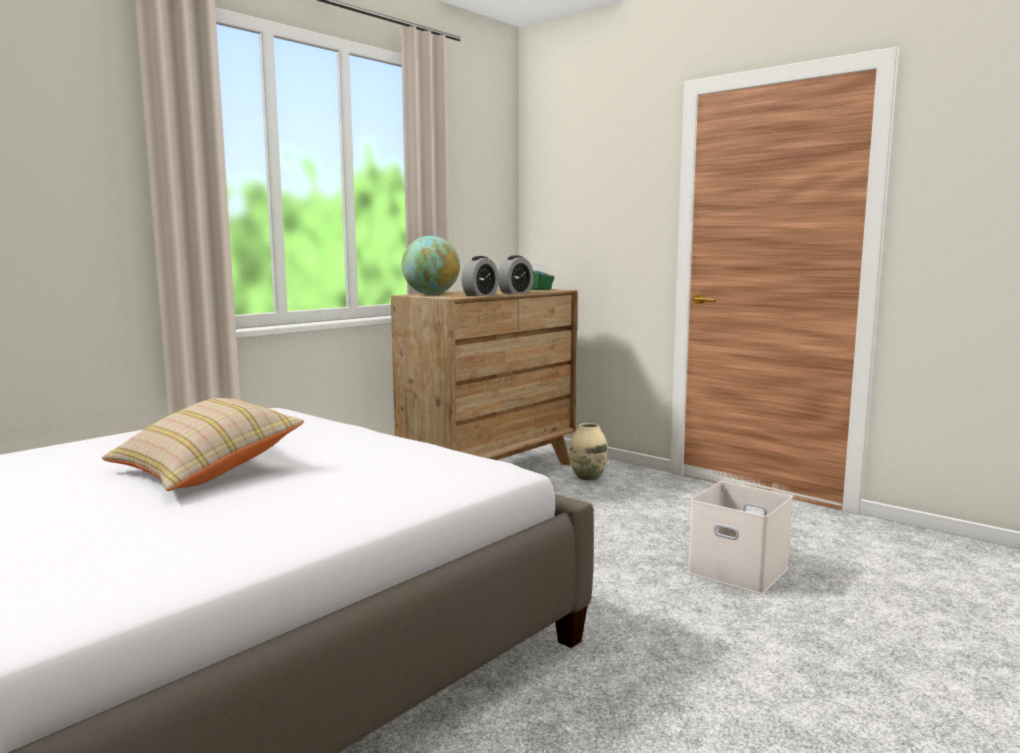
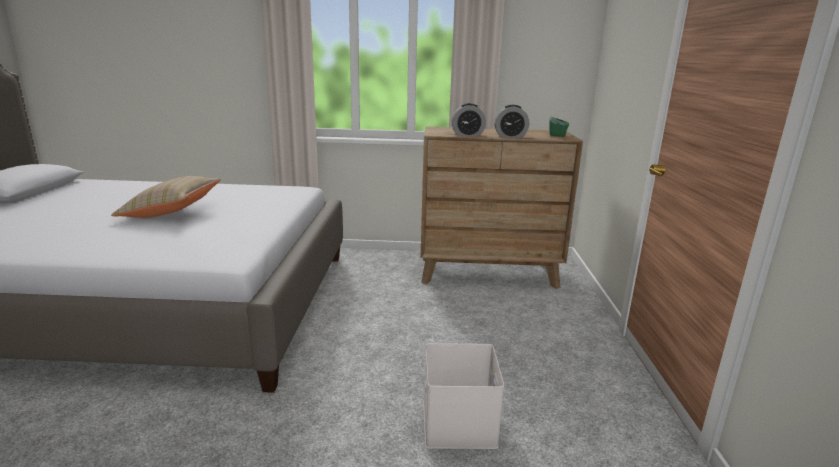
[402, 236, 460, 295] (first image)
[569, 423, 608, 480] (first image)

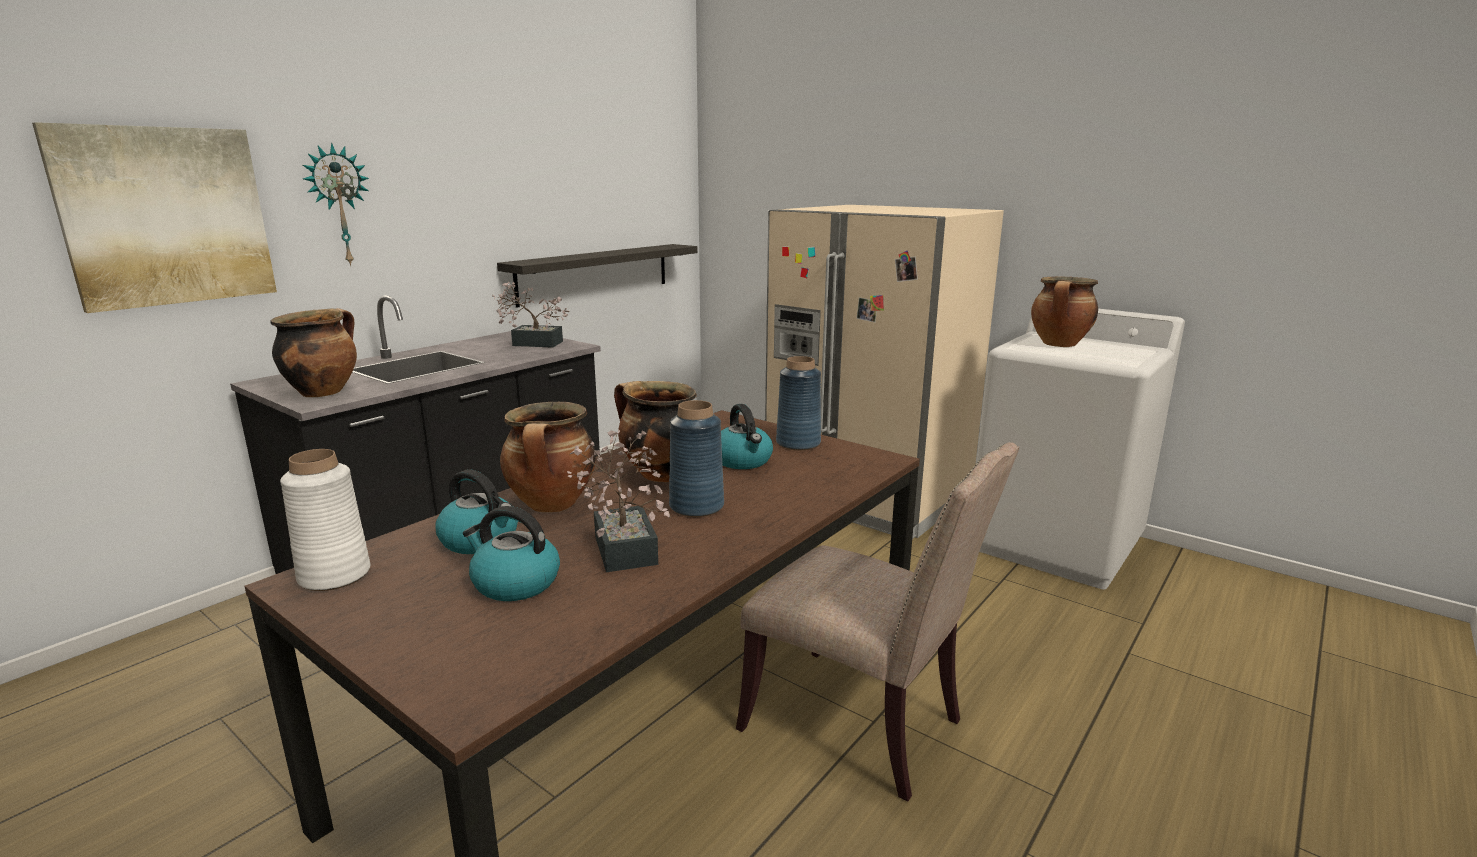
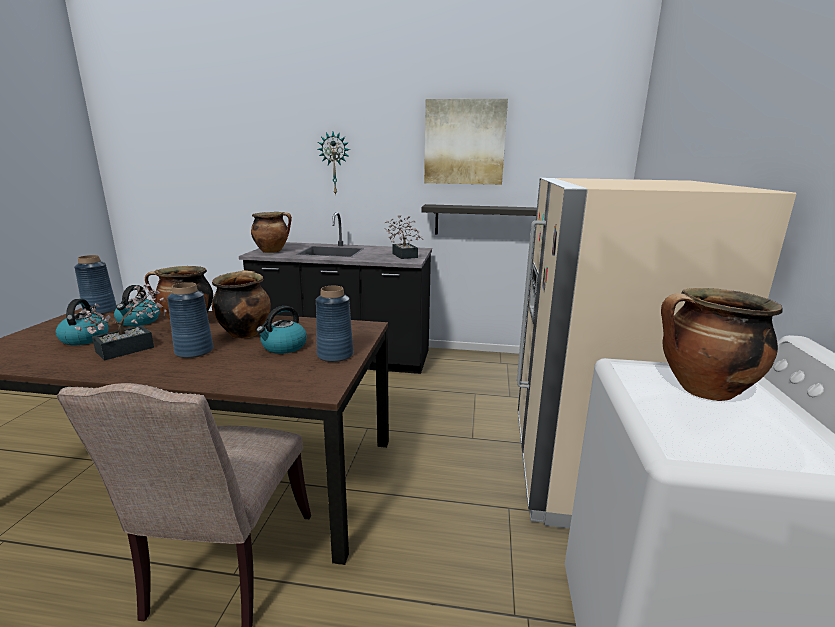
[424, 99, 508, 185]
[74, 255, 117, 315]

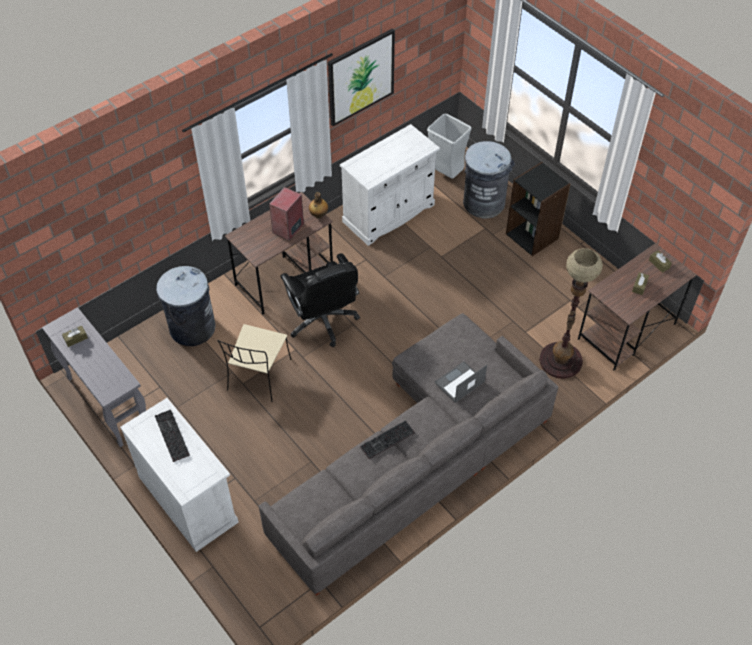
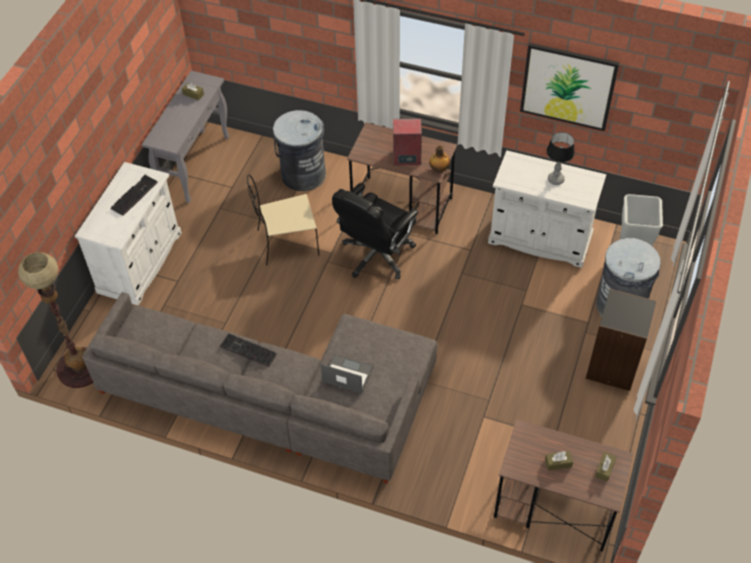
[18, 252, 93, 388]
[547, 132, 575, 185]

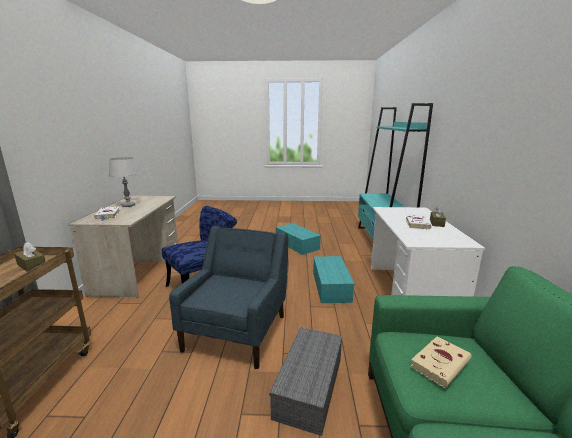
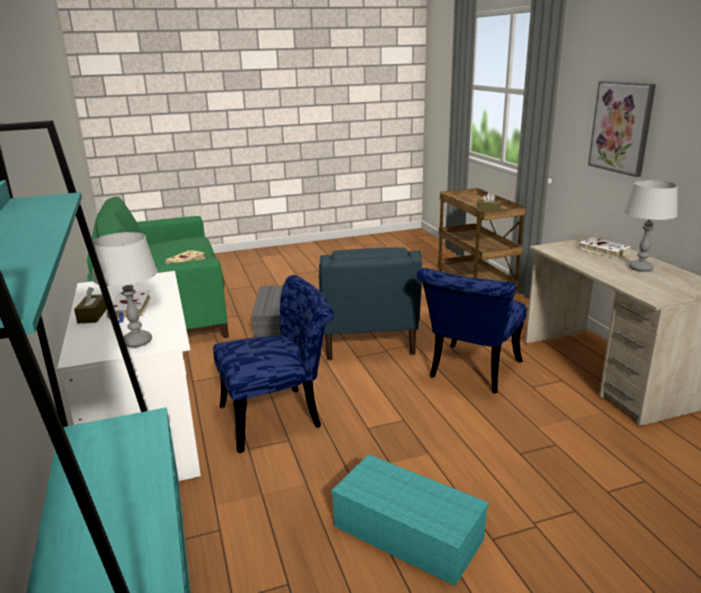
[213, 275, 334, 453]
[93, 232, 158, 347]
[588, 81, 656, 177]

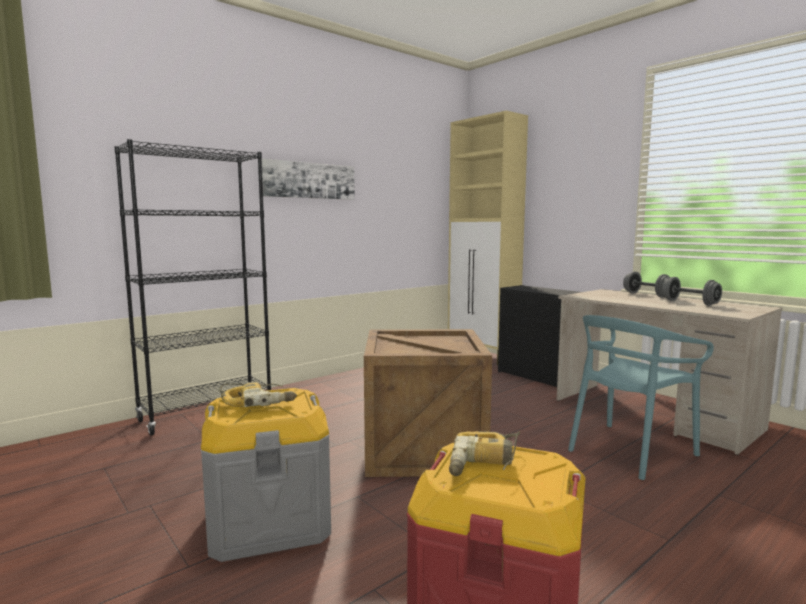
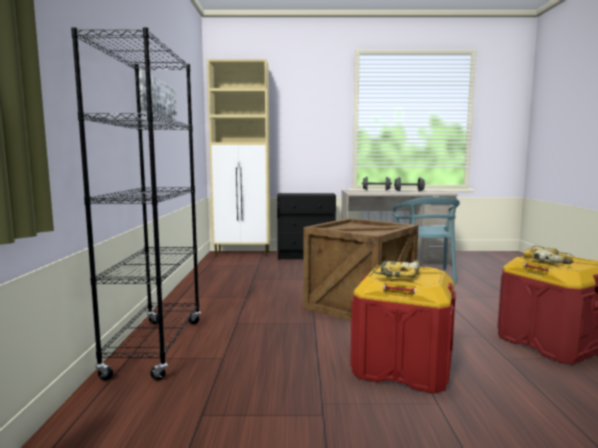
[350, 265, 456, 393]

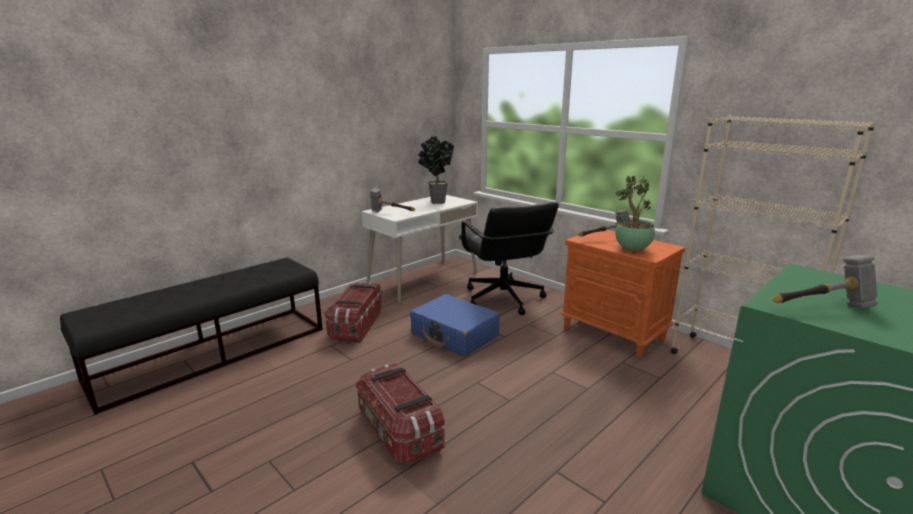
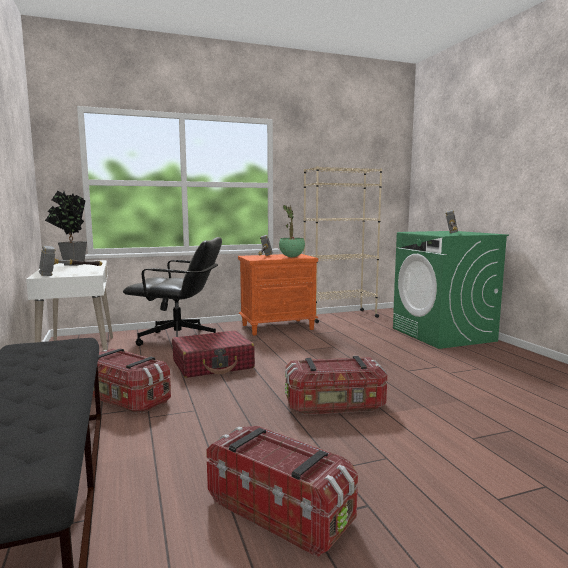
[172, 331, 255, 378]
[206, 426, 358, 558]

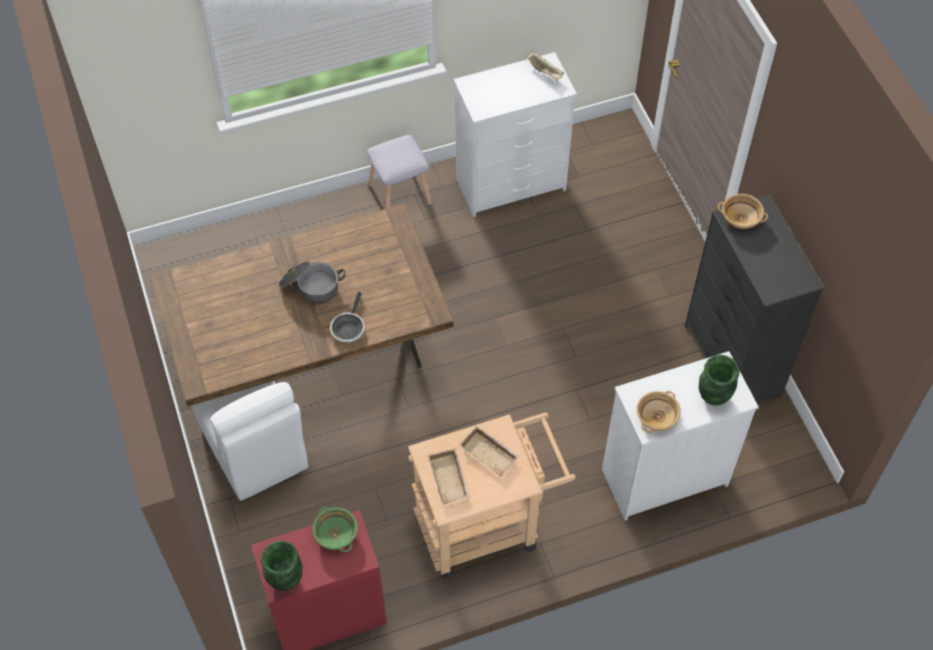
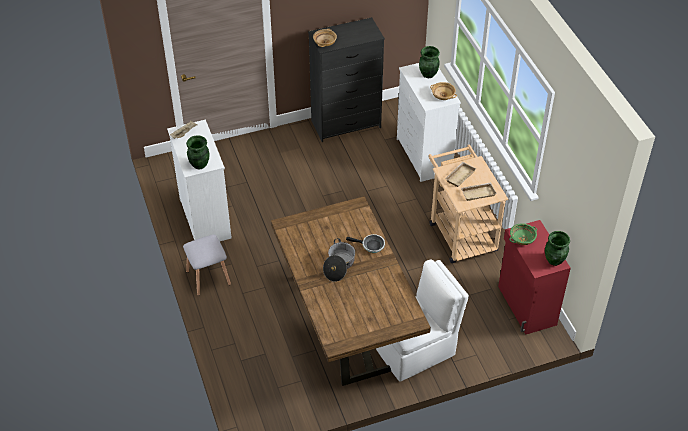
[186, 135, 209, 170]

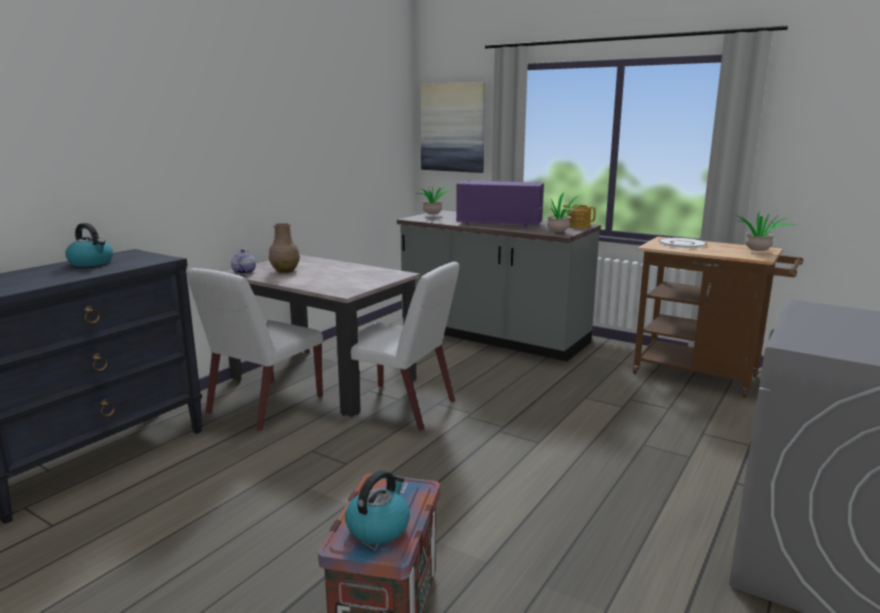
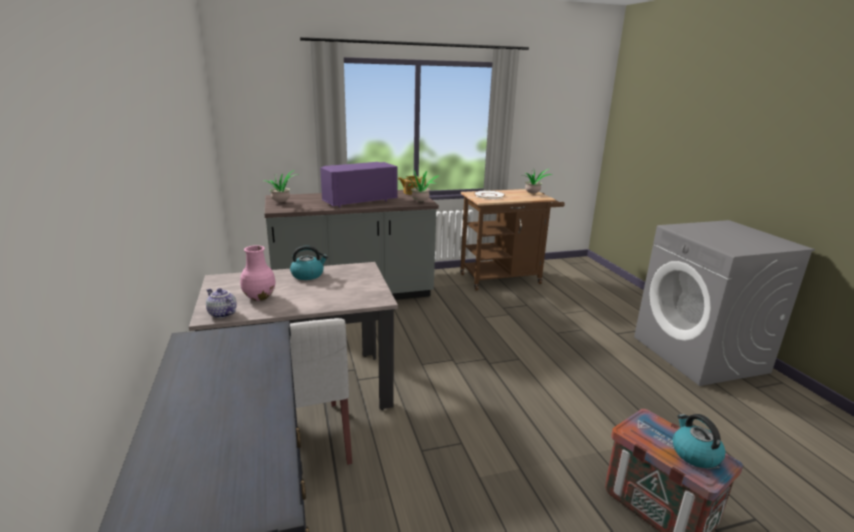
[290, 246, 328, 280]
[240, 245, 276, 301]
[335, 262, 459, 431] (first image)
[420, 82, 485, 173] (first image)

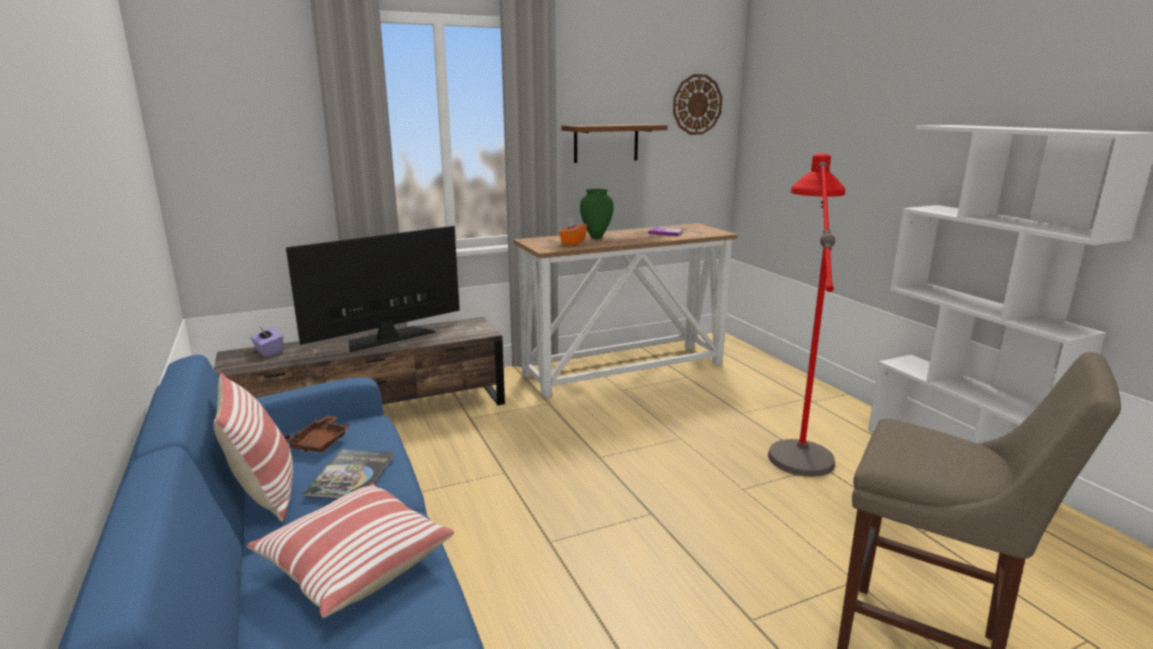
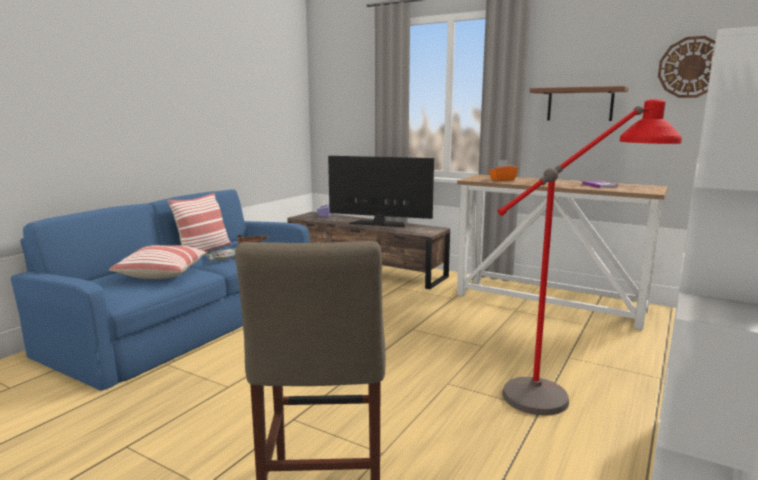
[580, 189, 614, 239] (first image)

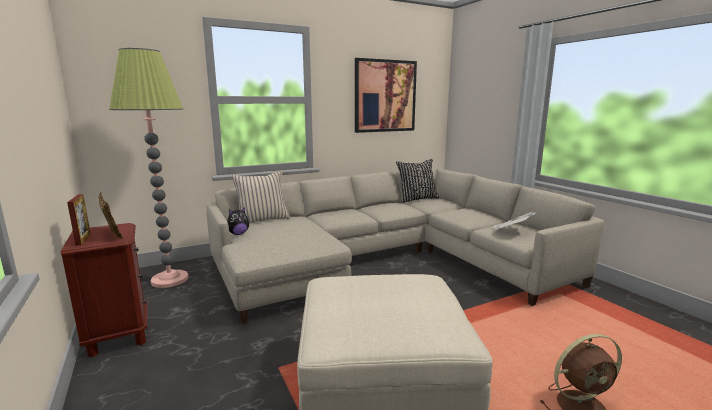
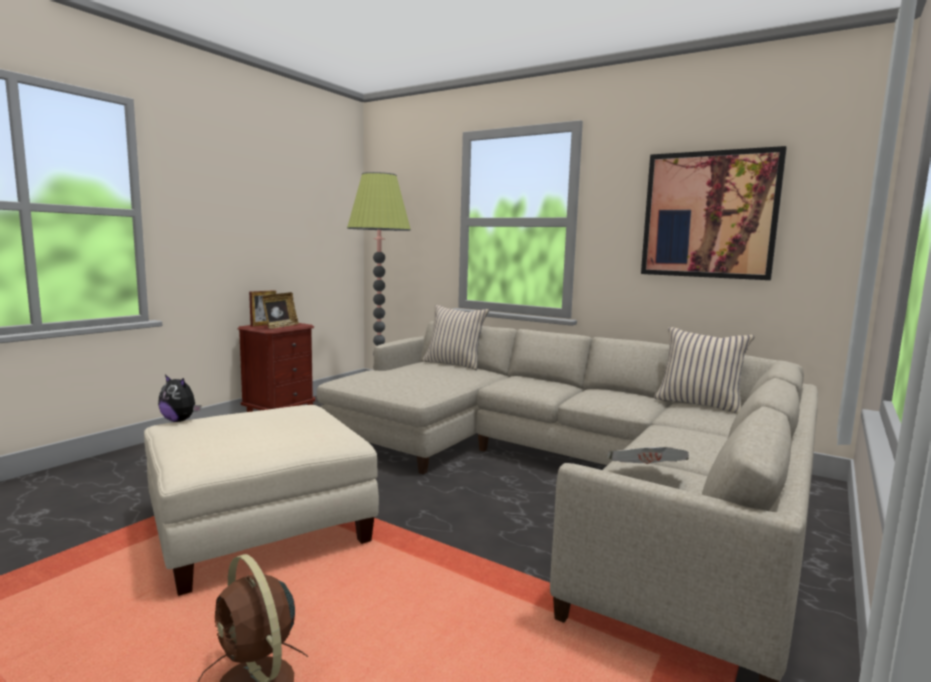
[158, 375, 201, 422]
[654, 327, 755, 414]

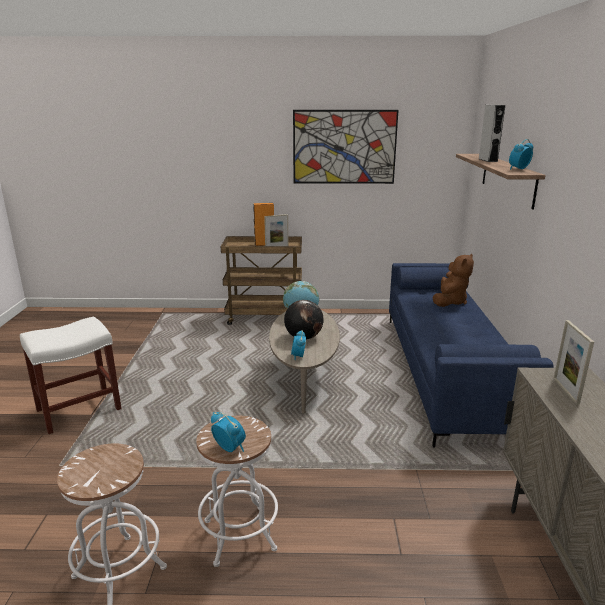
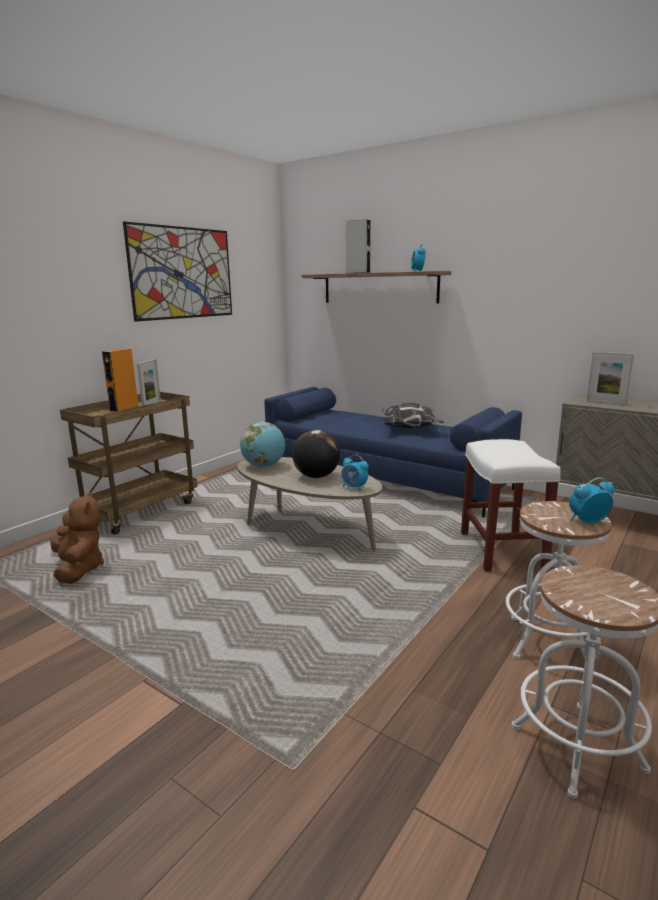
[461, 439, 561, 572]
[50, 492, 104, 584]
[381, 403, 444, 429]

